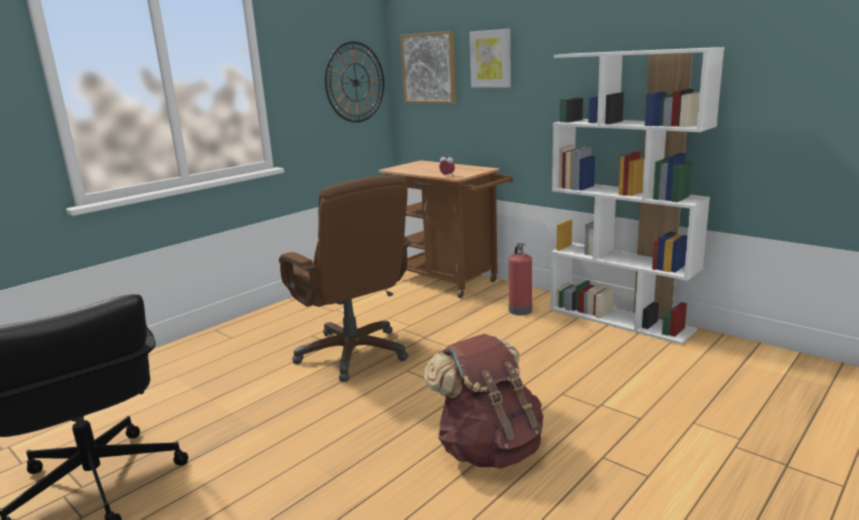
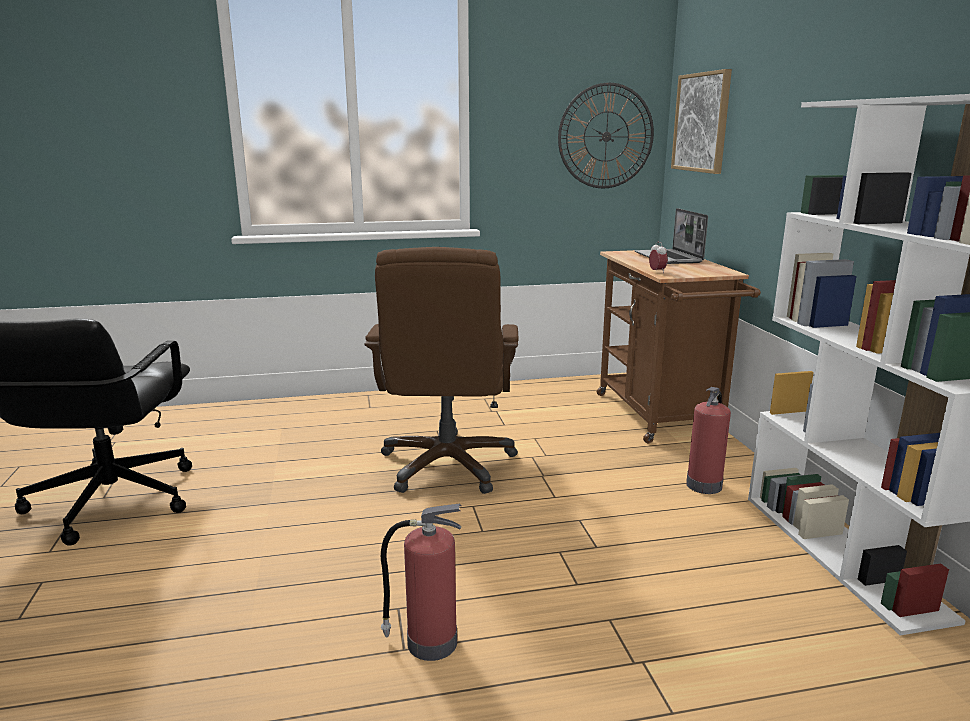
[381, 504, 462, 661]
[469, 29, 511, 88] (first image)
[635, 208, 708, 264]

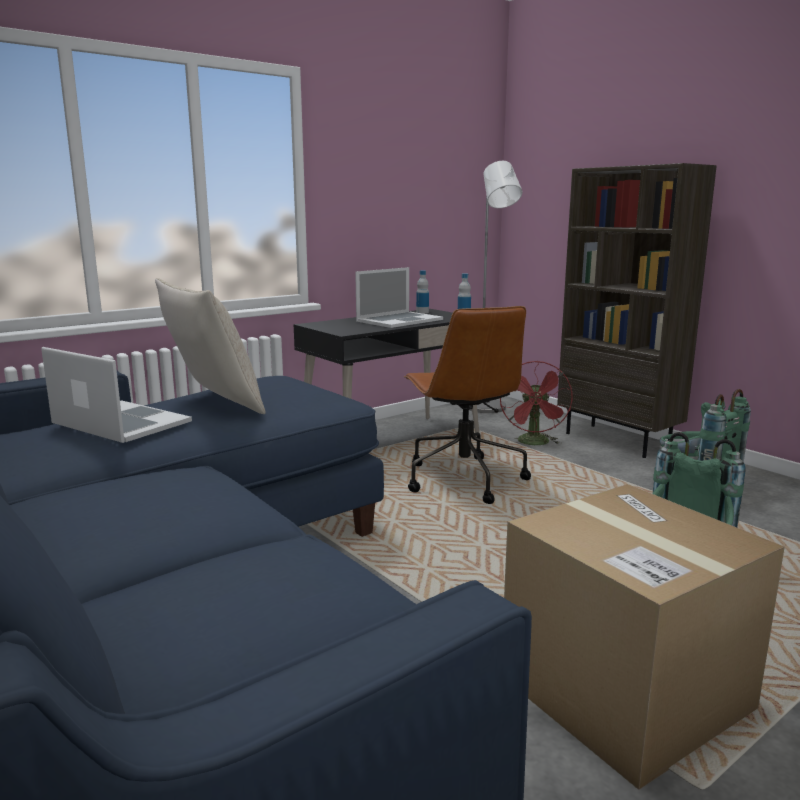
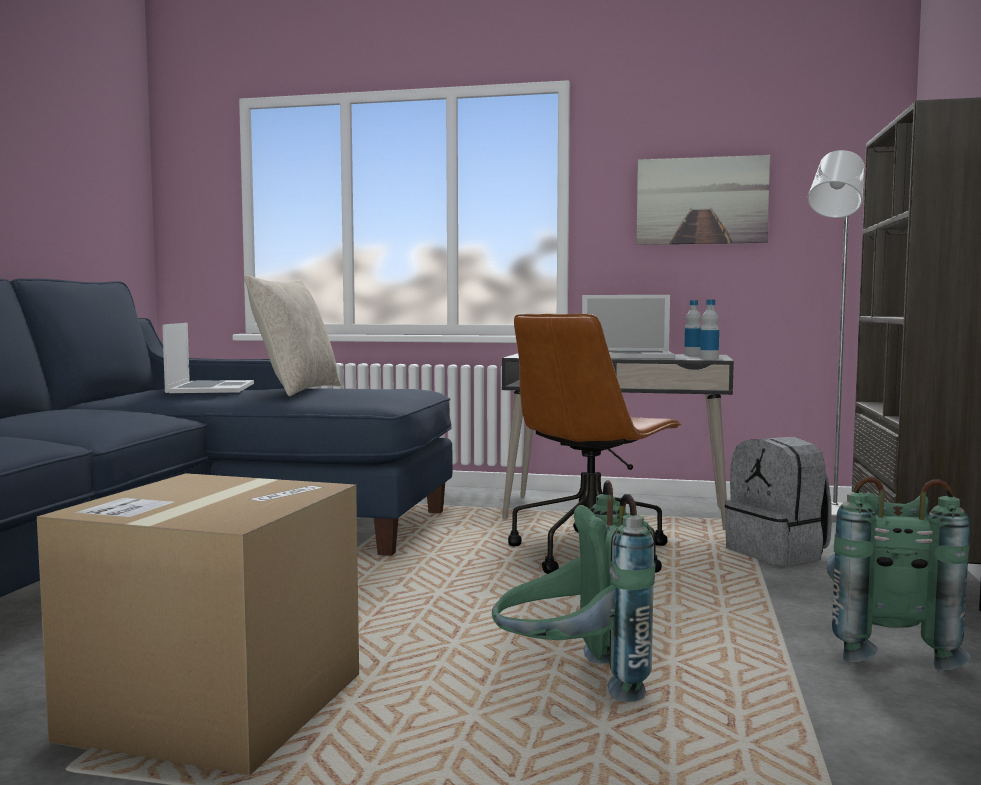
[725, 437, 832, 566]
[636, 155, 770, 245]

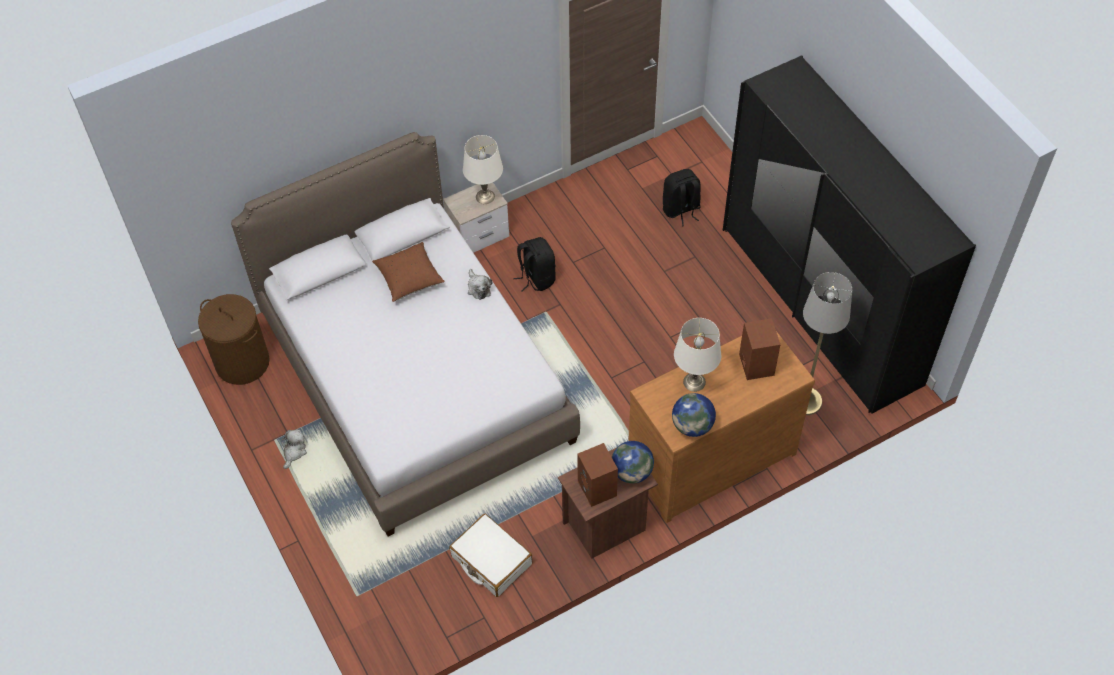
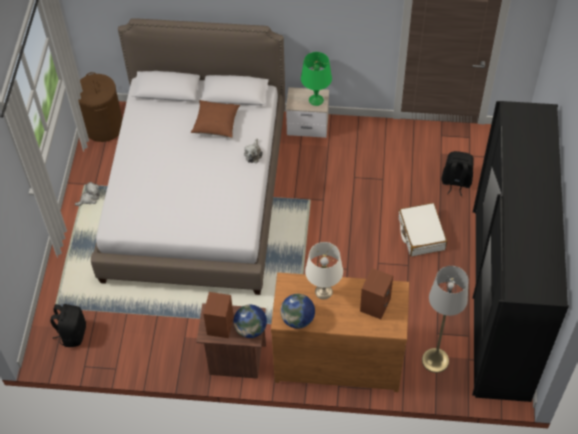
[399, 203, 447, 257]
[301, 52, 332, 106]
[50, 304, 86, 347]

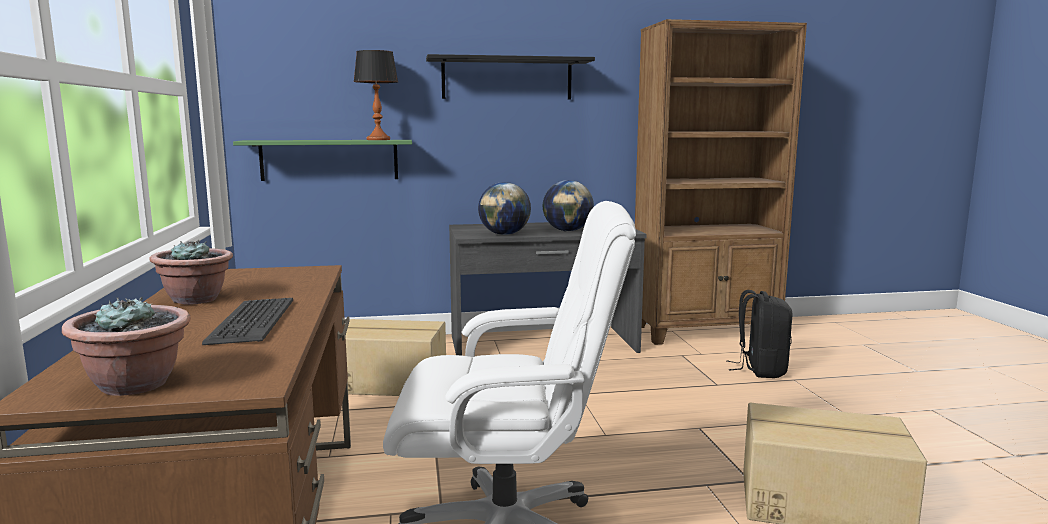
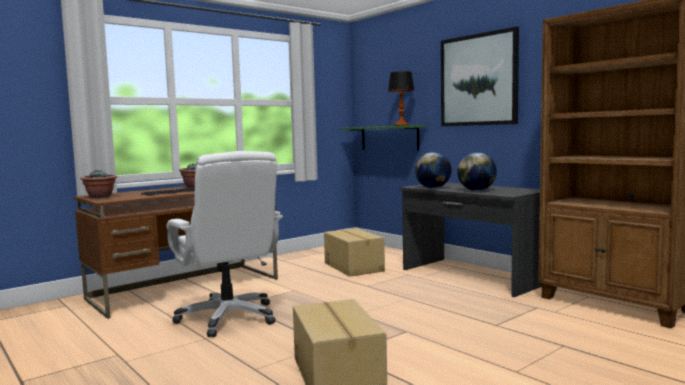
[441, 27, 519, 126]
[726, 290, 792, 378] (first image)

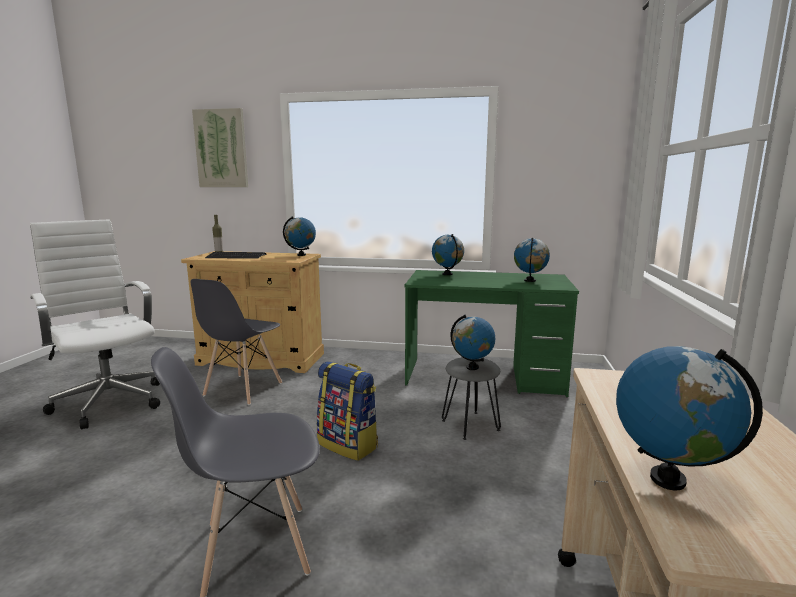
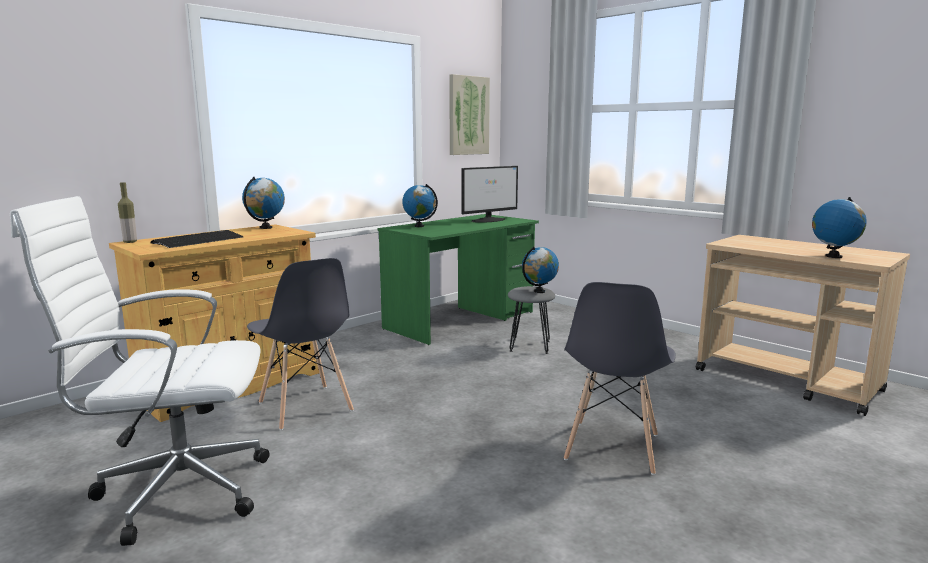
[449, 74, 490, 155]
[317, 361, 378, 461] (first image)
[461, 166, 518, 223]

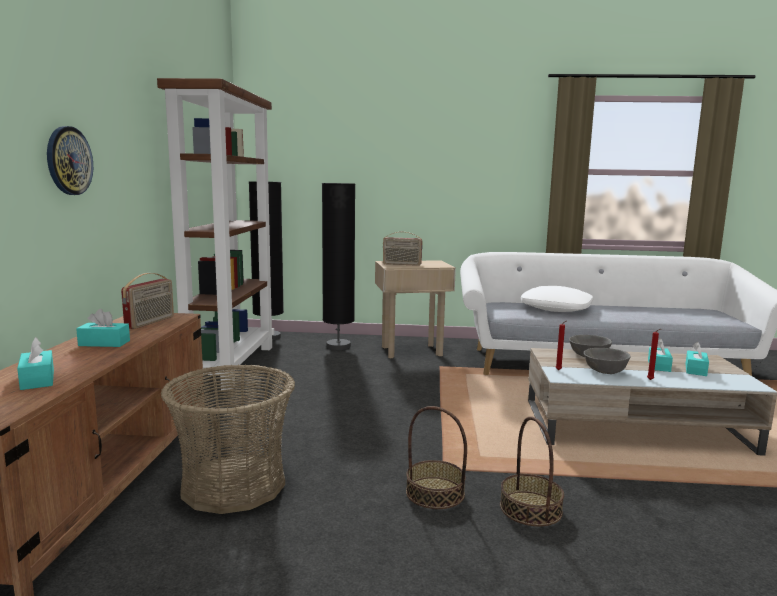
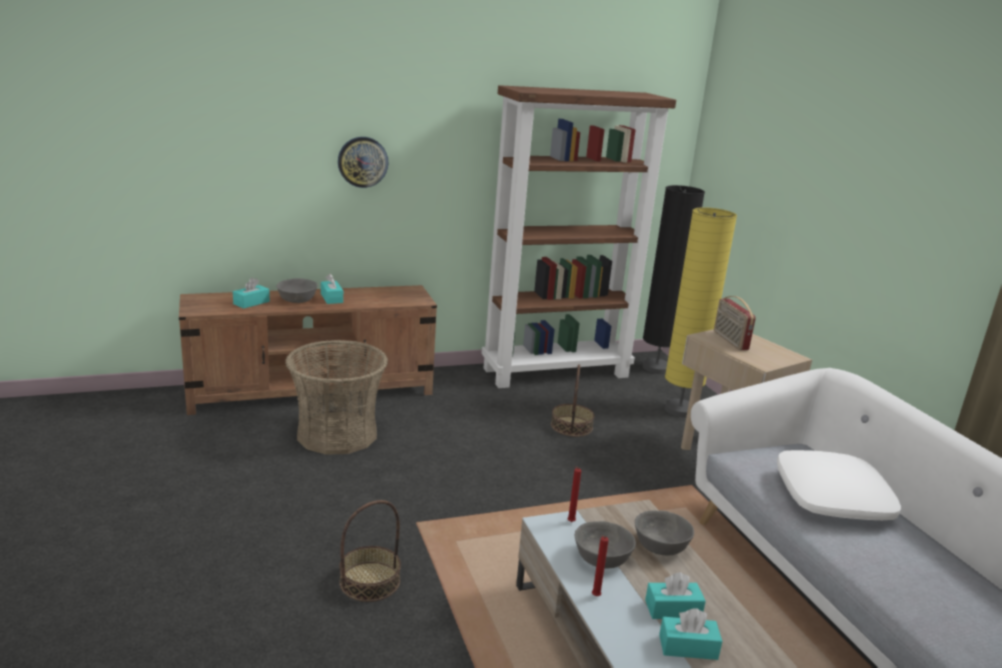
[121, 273, 174, 329] (first image)
[664, 207, 737, 417]
[551, 364, 595, 437]
[277, 278, 317, 303]

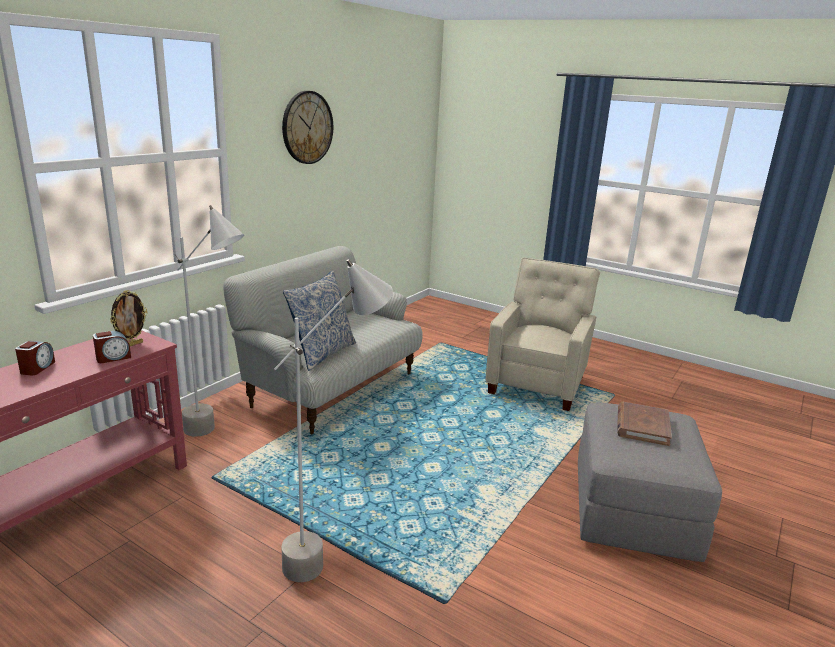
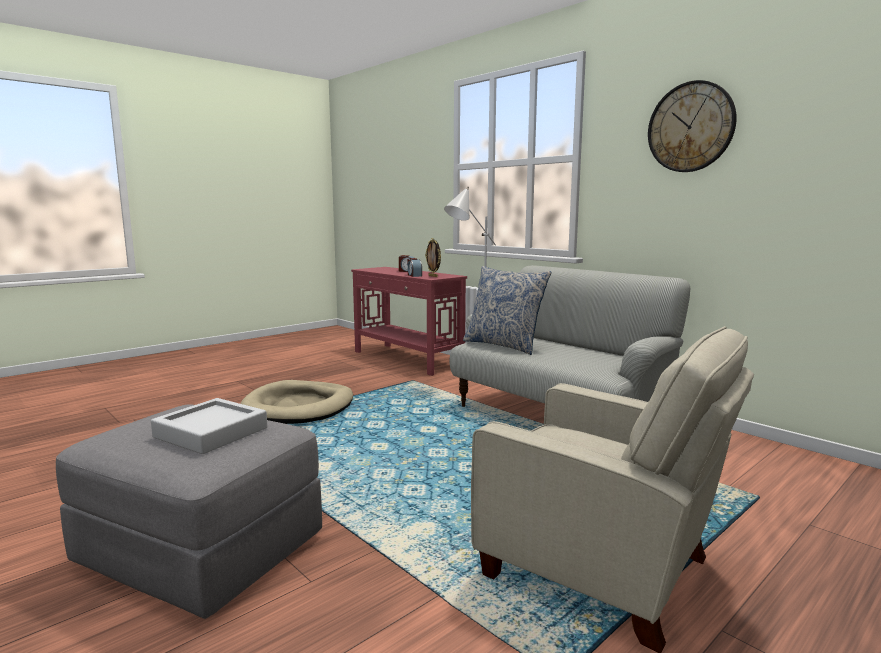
[240, 380, 353, 424]
[151, 398, 267, 454]

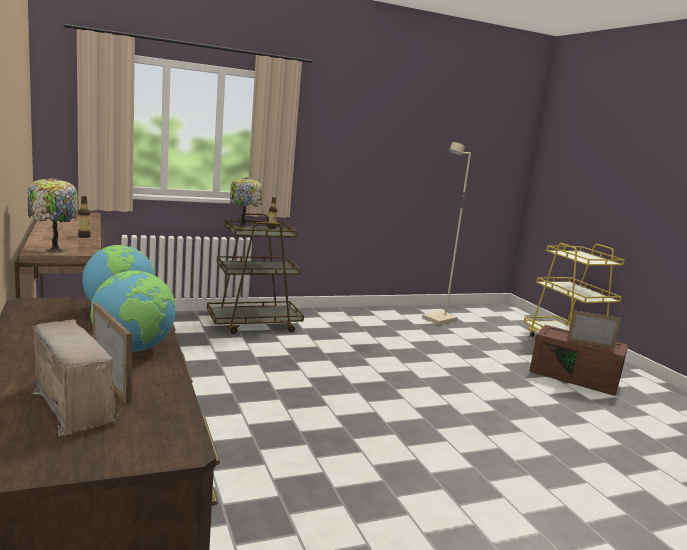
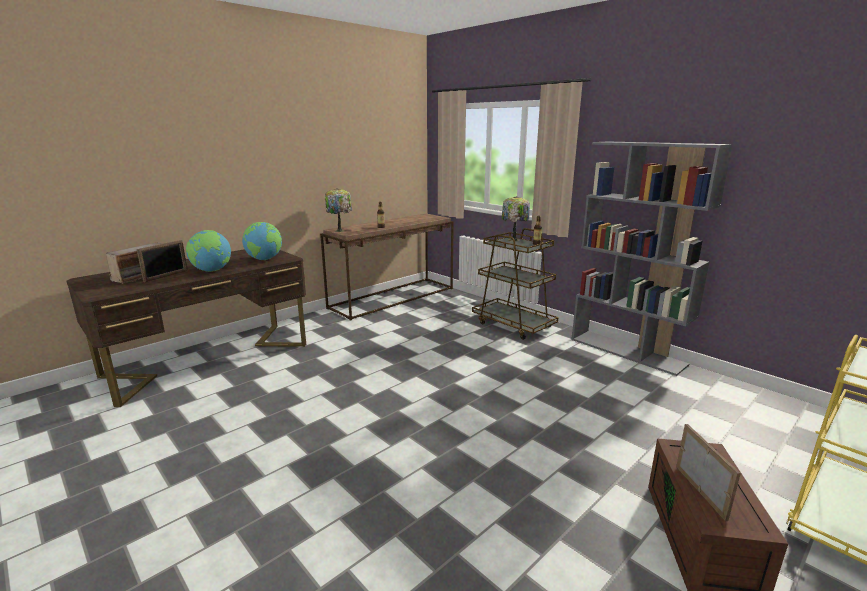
[422, 142, 471, 325] (first image)
[571, 142, 733, 376]

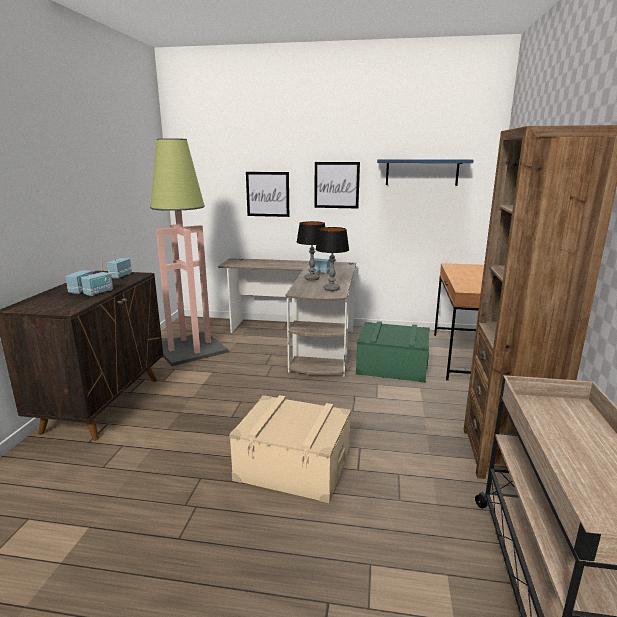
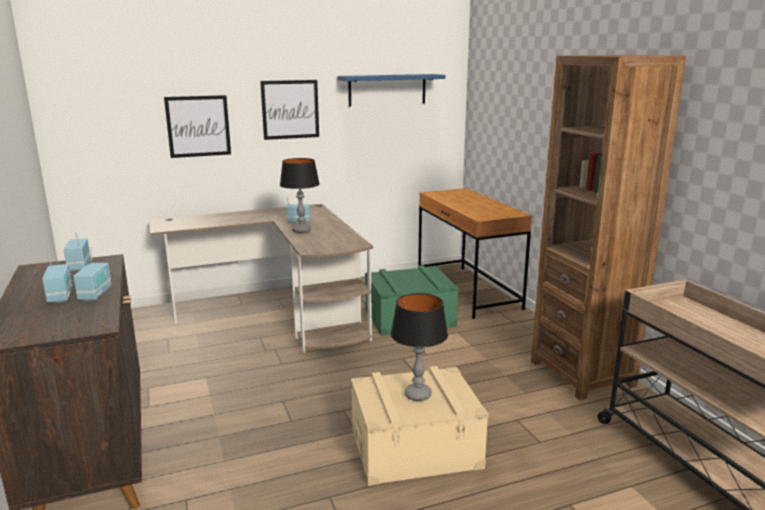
[150, 138, 229, 366] (first image)
[391, 293, 448, 401]

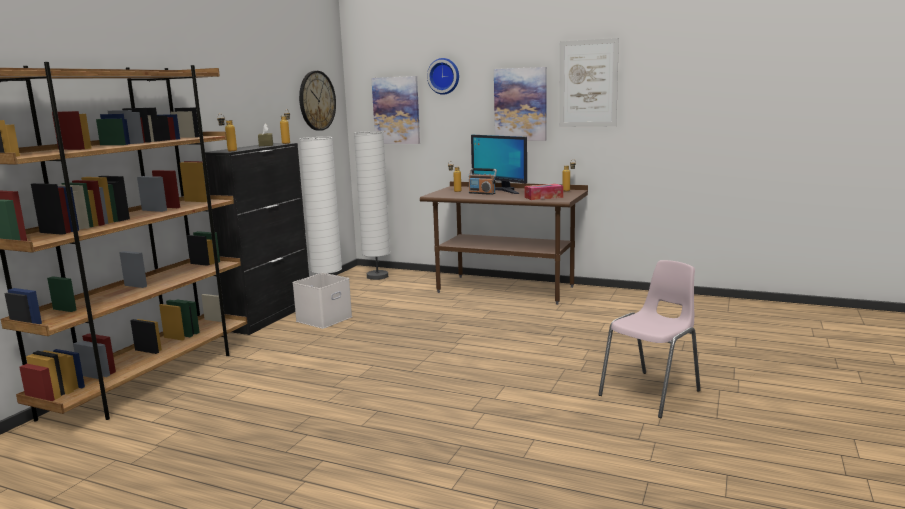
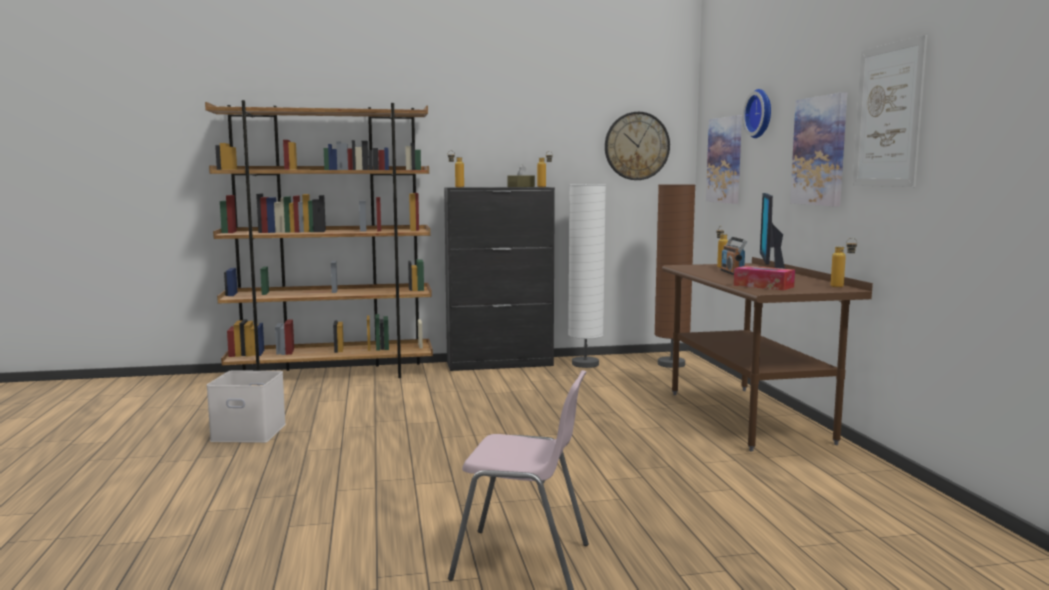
[206, 370, 286, 443]
[655, 184, 696, 368]

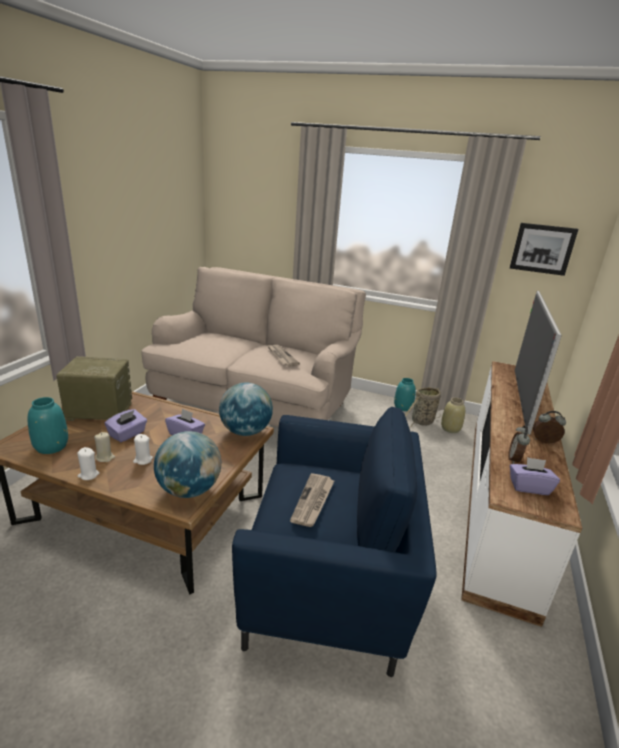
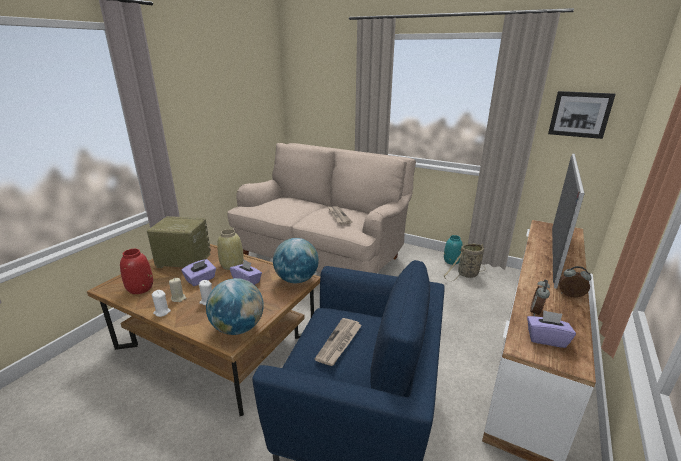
[120, 249, 153, 294]
[217, 229, 244, 270]

